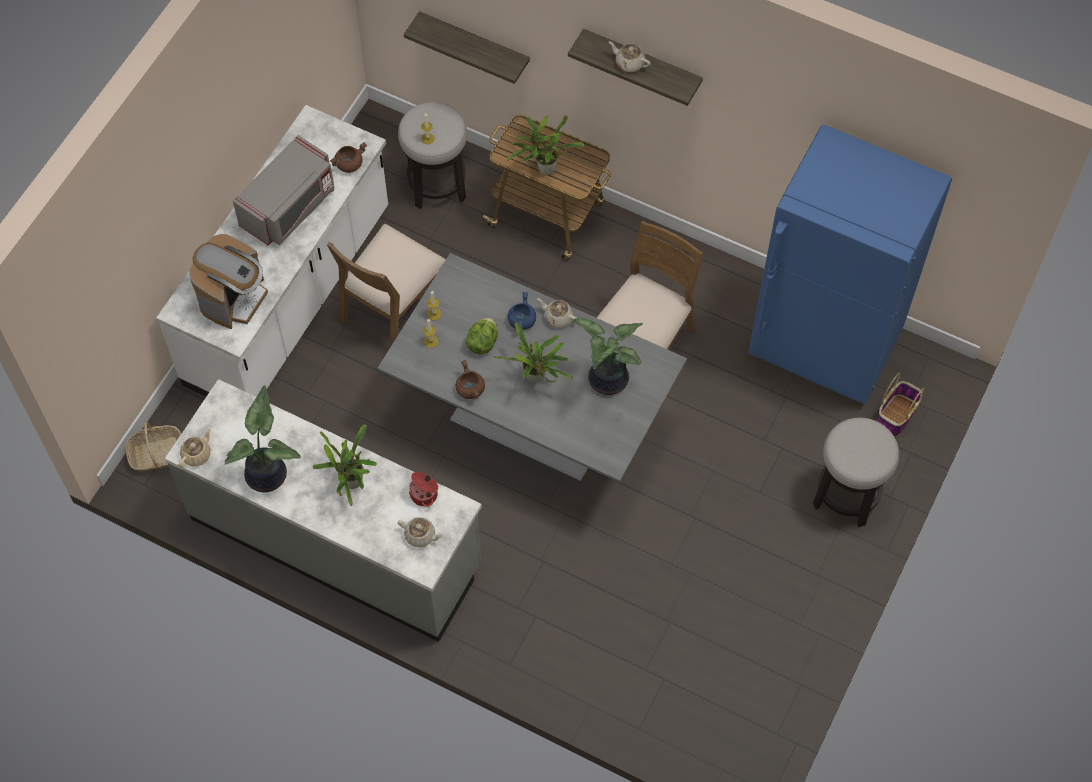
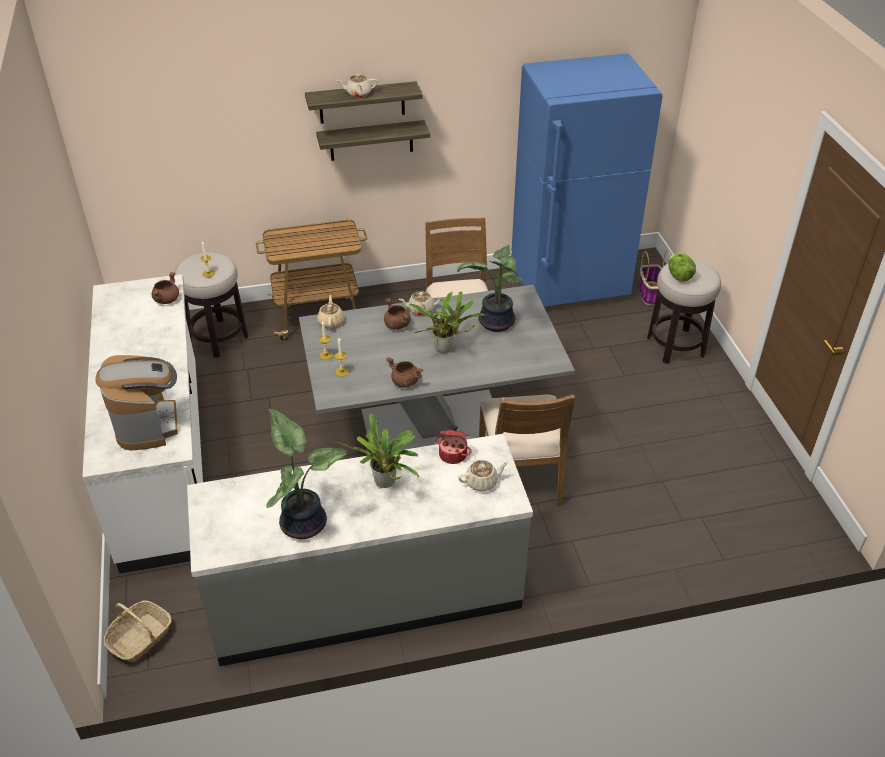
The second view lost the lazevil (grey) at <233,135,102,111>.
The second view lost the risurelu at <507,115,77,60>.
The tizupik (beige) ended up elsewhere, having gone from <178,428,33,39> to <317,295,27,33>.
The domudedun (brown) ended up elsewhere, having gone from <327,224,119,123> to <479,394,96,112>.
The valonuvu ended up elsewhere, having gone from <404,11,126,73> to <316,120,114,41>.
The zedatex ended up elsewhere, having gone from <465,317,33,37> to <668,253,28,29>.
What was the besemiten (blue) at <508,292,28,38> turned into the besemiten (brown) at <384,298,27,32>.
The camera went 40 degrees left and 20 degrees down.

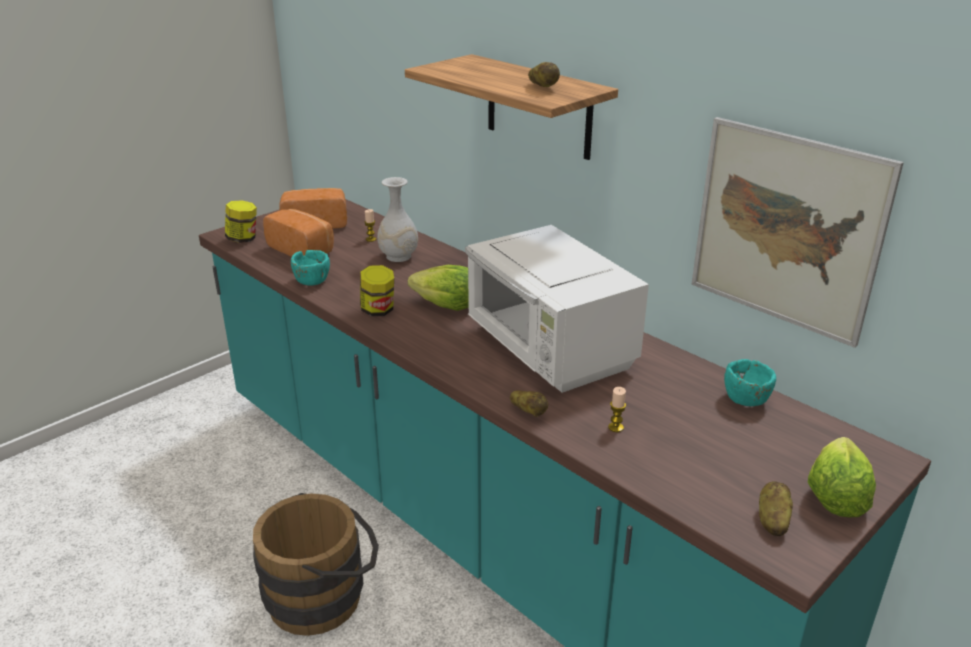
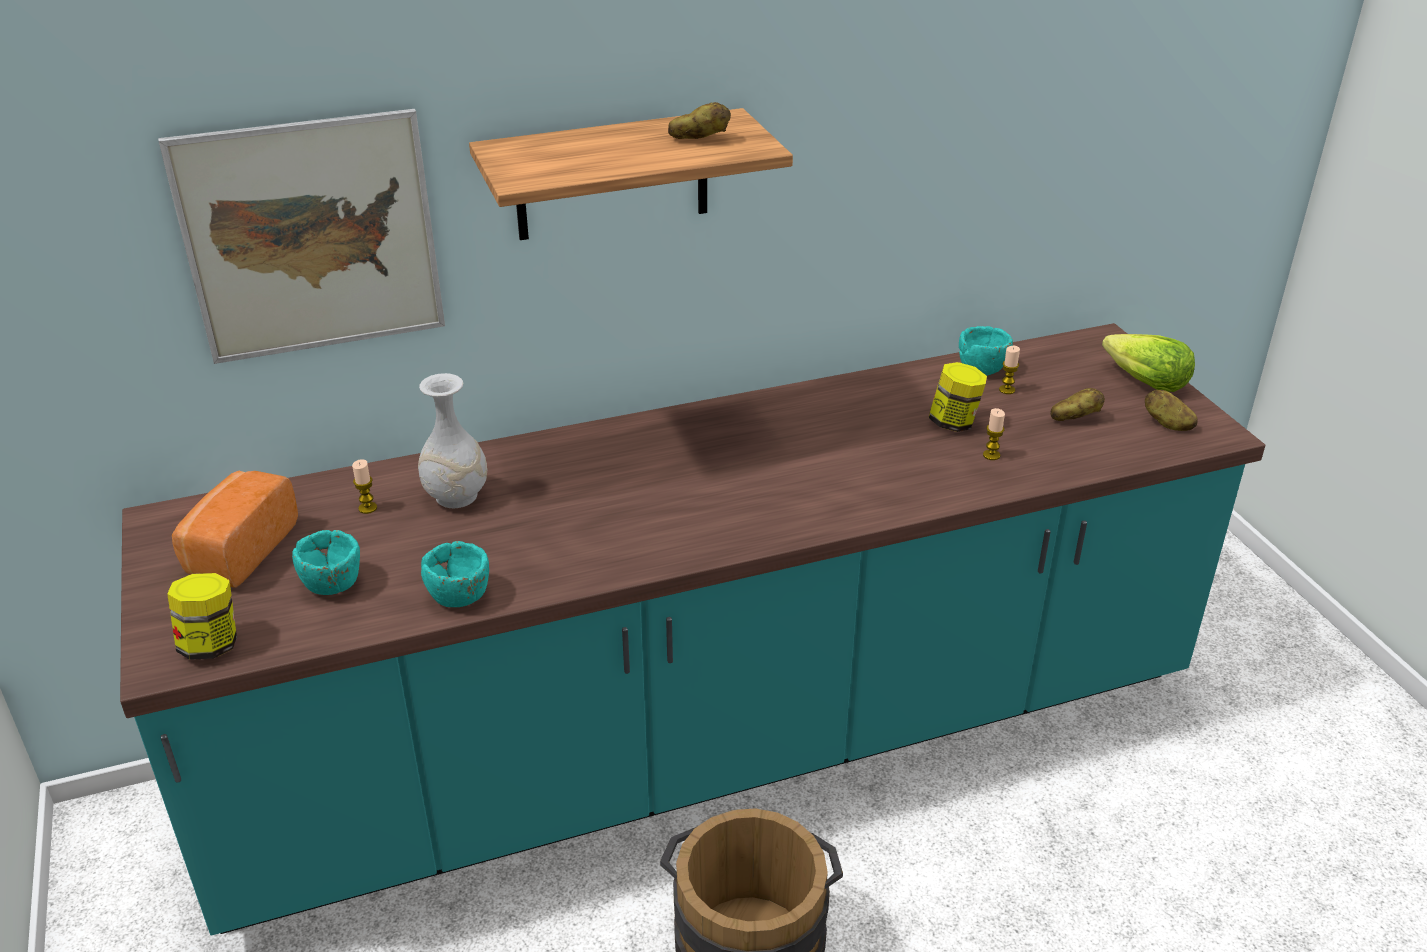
The second view lost the zedatex at <408,265,61,46>.
The second view lost the lazevil (white) at <465,225,184,168>.
The second view gained the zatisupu at <999,346,21,48>.
The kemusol ended up elsewhere, having gone from <360,265,34,51> to <929,362,58,70>.
The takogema ended up elsewhere, having gone from <510,390,38,27> to <1050,388,55,33>.
The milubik ended up elsewhere, having gone from <691,117,213,231> to <158,109,287,255>.
Where the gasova stood at <263,209,71,48>, the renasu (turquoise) came to stand at <292,530,68,65>.
The camera went 65 degrees left and 5 degrees up.

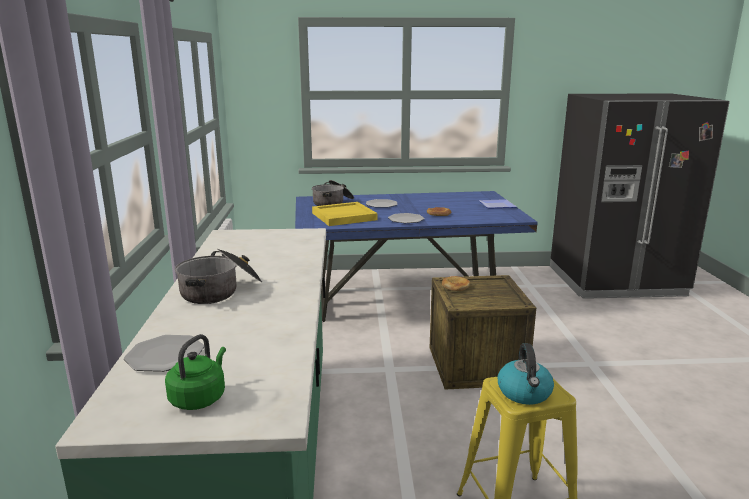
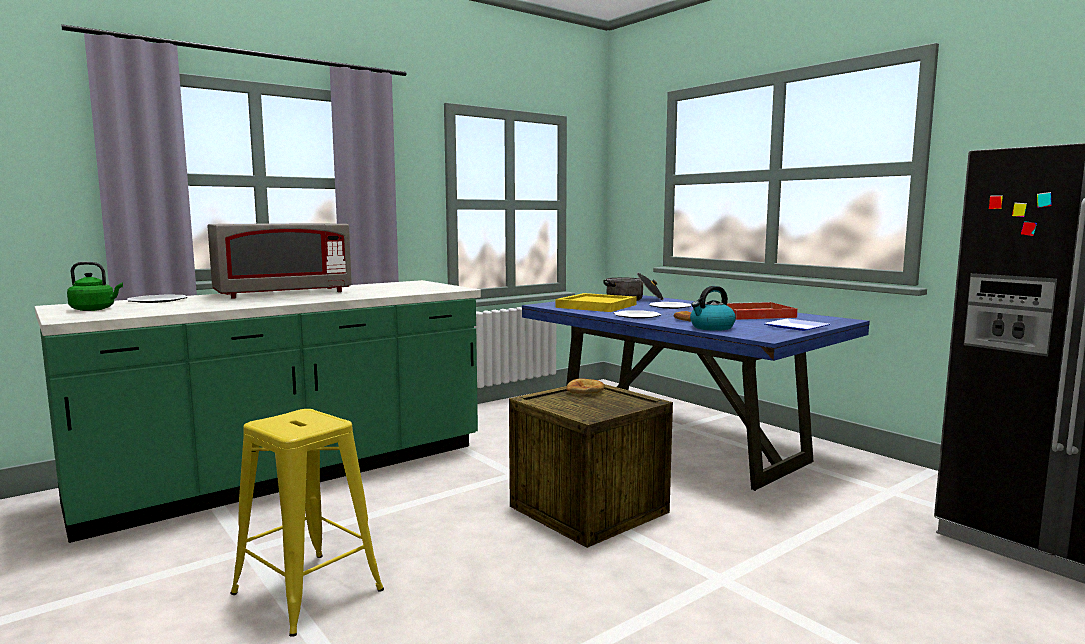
The second view gained the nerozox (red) at <727,302,71,18>.
The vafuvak ended up elsewhere, having gone from <498,343,56,62> to <690,286,46,45>.
Where the besemiten stood at <175,249,87,55>, the lazevil (grey) came to stand at <208,223,144,76>.
The camera went 55 degrees right and 10 degrees down.

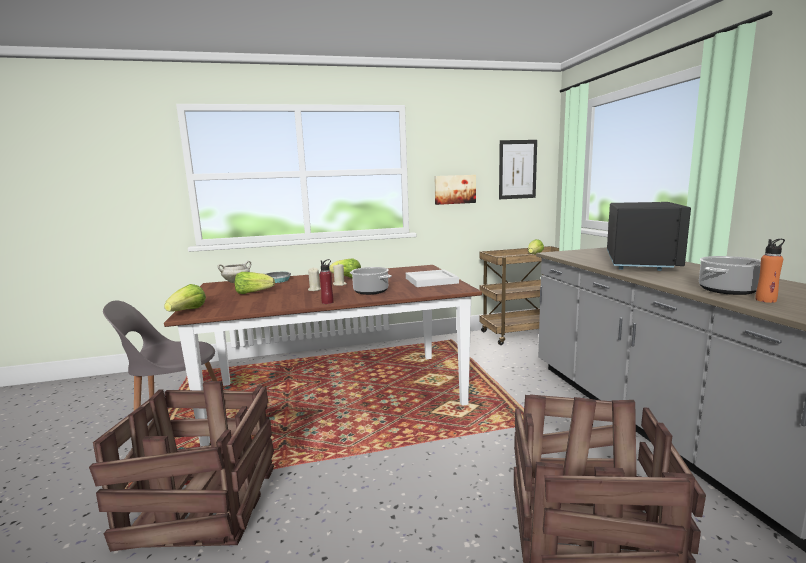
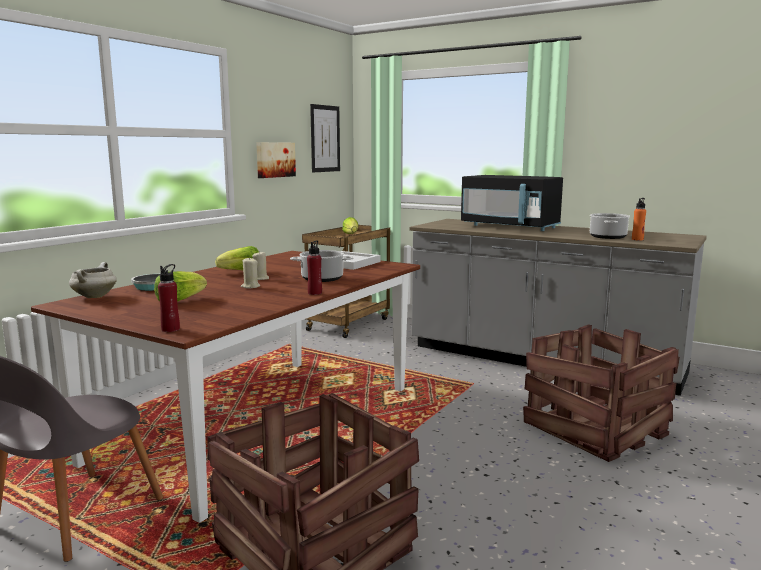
Where the zedatex stood at <164,284,42,28>, the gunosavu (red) came to stand at <158,264,22,68>.
The lazevil (black) at <607,202,84,69> ended up facing another way, 150 degrees clockwise from before.
The camera went 45 degrees left and 0 degrees up.

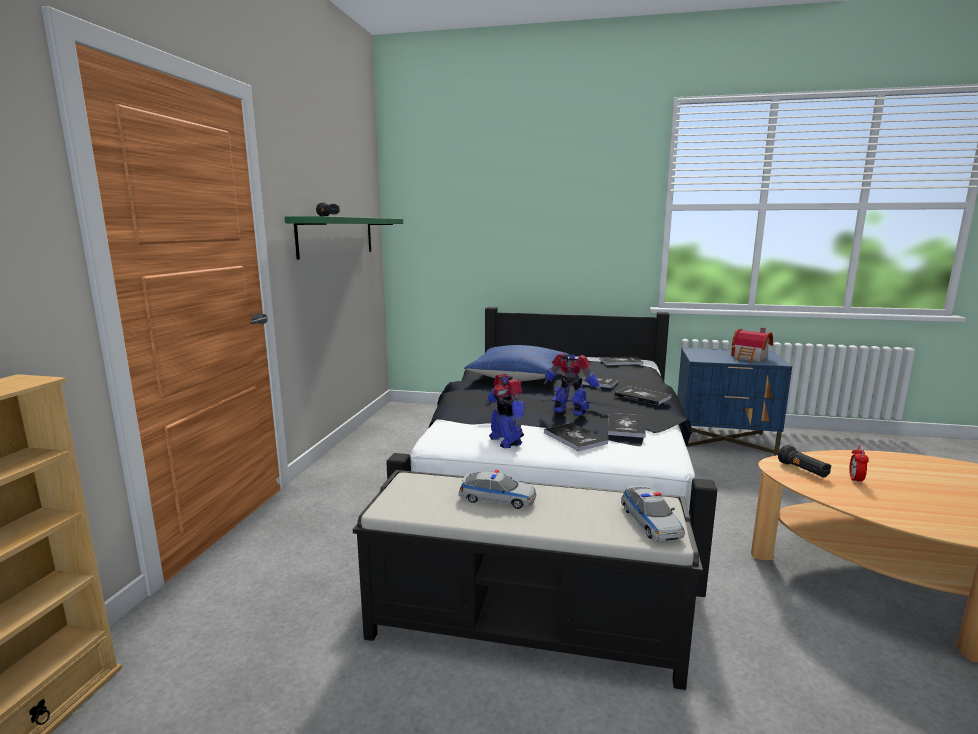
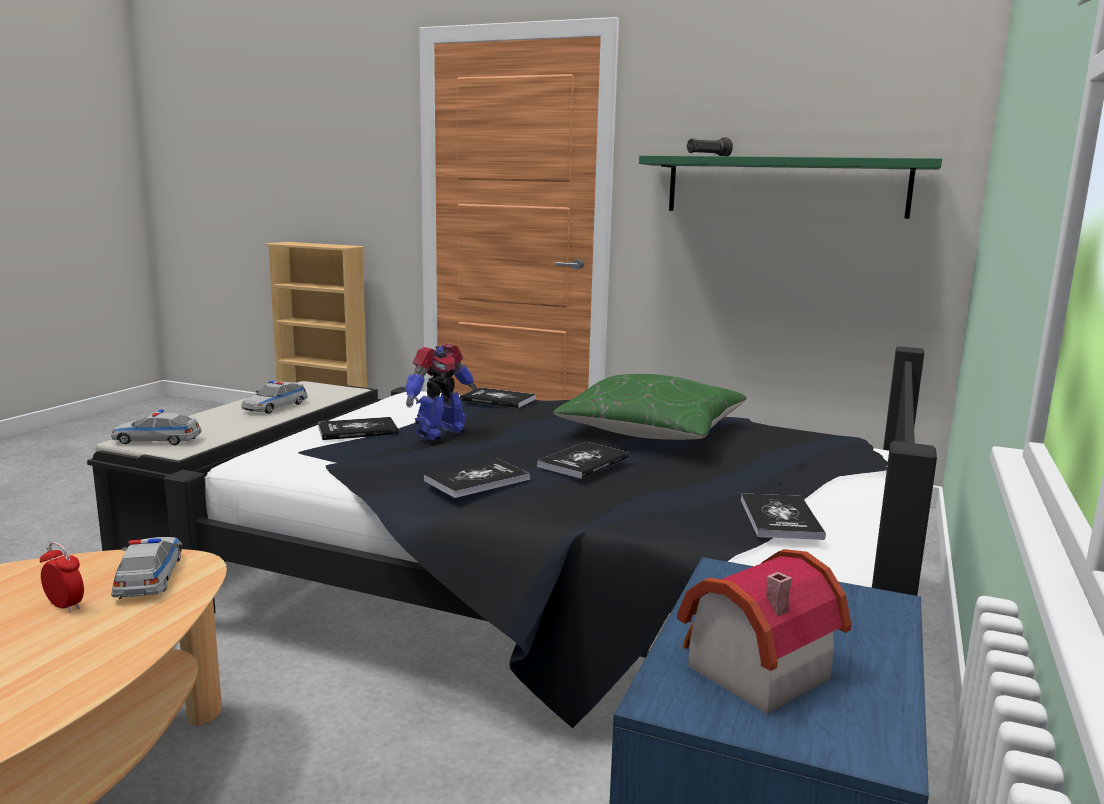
The second view lost the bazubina at <486,374,38,74>.
The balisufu ended up elsewhere, having gone from <608,413,38,25> to <460,387,76,21>.
Where the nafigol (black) stood at <778,445,53,33>, the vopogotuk came to stand at <111,537,71,62>.
What was the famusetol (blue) at <464,345,106,36> turned into the famusetol (green) at <553,374,194,66>.
The camera went 100 degrees right and 0 degrees up.

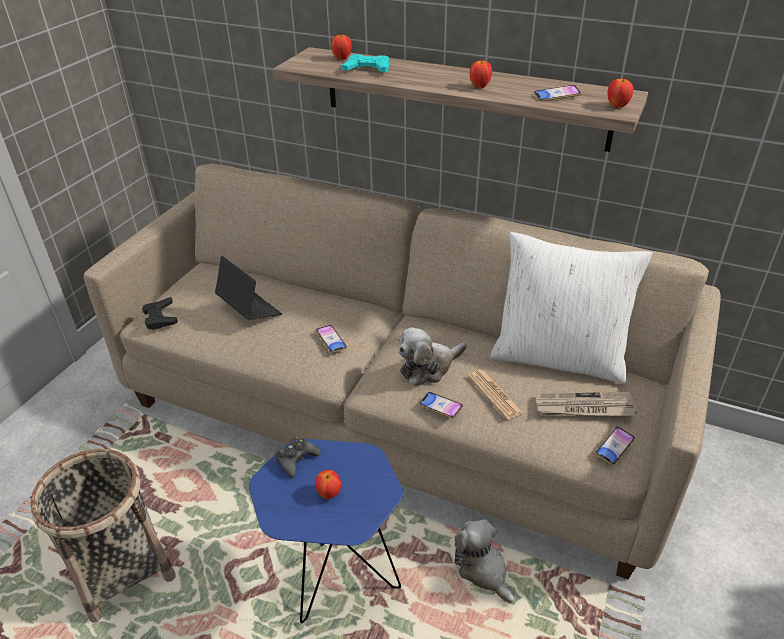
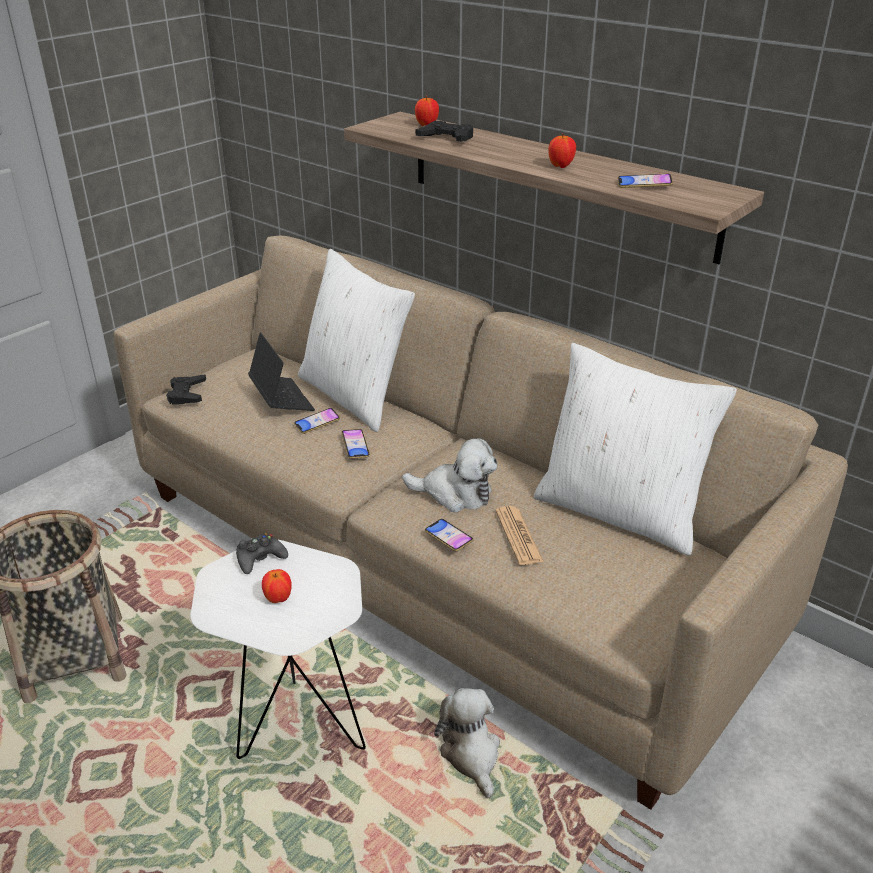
The second view lost the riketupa at <536,392,102,24>.
The second view lost the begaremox at <608,77,26,31>.
The second view gained the famusetol (white) at <298,249,117,183>.
The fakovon ended up elsewhere, having gone from <595,427,40,38> to <294,408,46,26>.
What was the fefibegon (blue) at <249,439,154,185> turned into the fefibegon (white) at <190,539,176,220>.
What was the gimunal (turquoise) at <342,54,47,18> turned into the gimunal (black) at <415,121,58,21>.
The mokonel at <398,327,69,59> ended up facing another way, 150 degrees counterclockwise from before.
The camera went 15 degrees right and 5 degrees down.

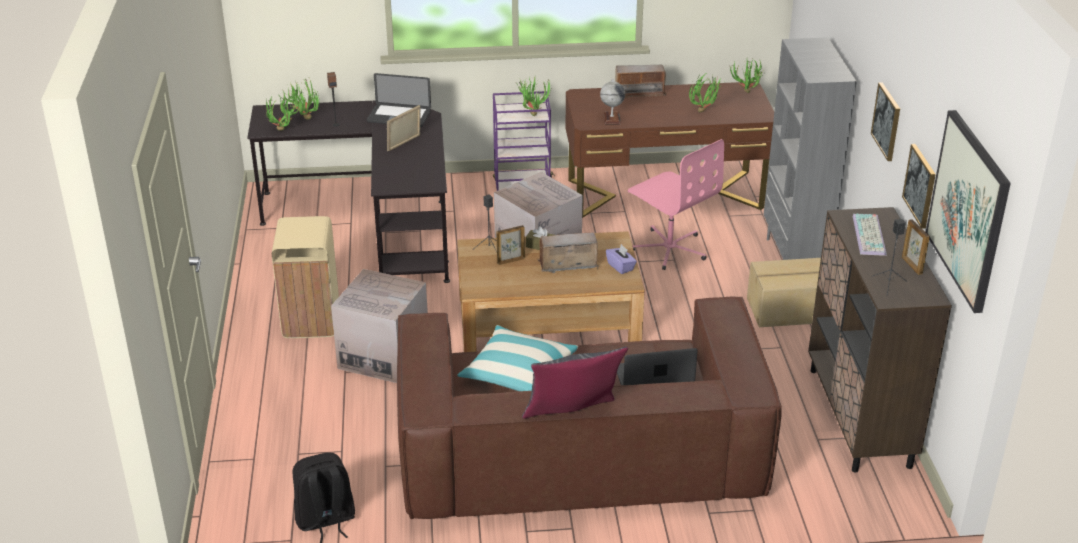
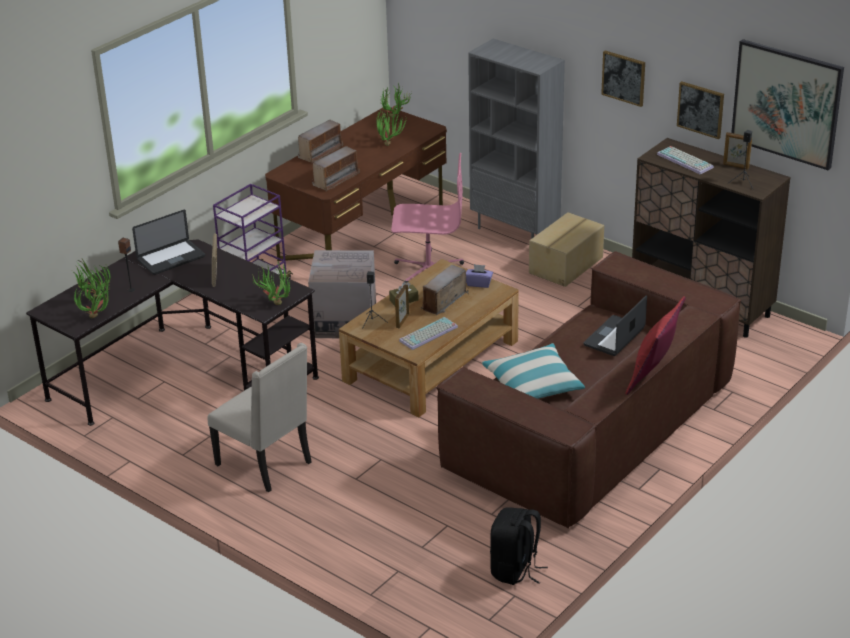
The second view lost the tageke at <331,269,97,114>.
The second view gained the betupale at <399,317,59,33>.
The risurelu ended up elsewhere, having gone from <517,76,35,40> to <252,261,38,44>.
Where the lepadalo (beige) stood at <272,216,67,122>, the domudedun (beige) came to stand at <207,343,105,149>.
Where the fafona stood at <600,79,25,45>, the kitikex came to stand at <312,146,48,45>.
What was the famusetol (grey) at <522,346,106,73> turned into the famusetol (red) at <625,296,61,99>.
The camera went 45 degrees left and 0 degrees up.

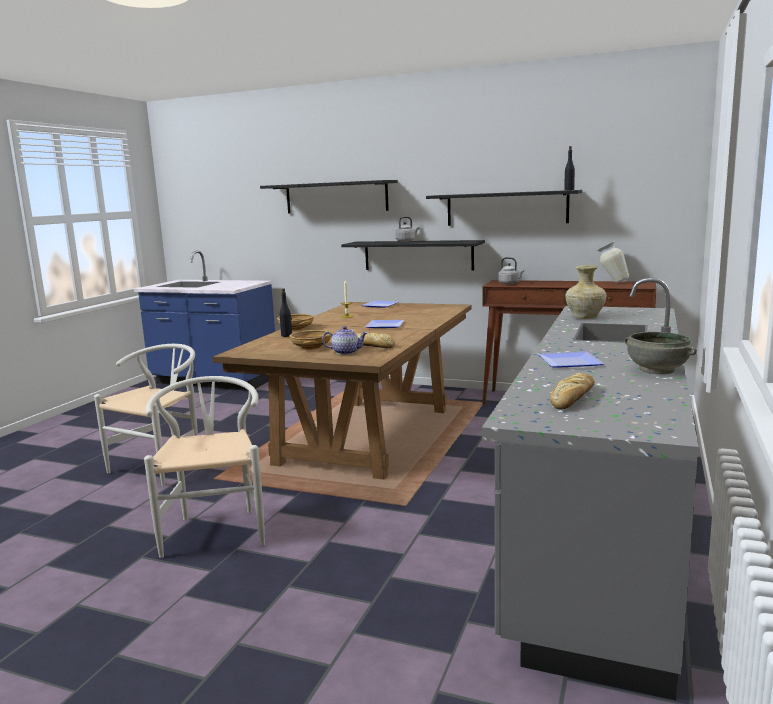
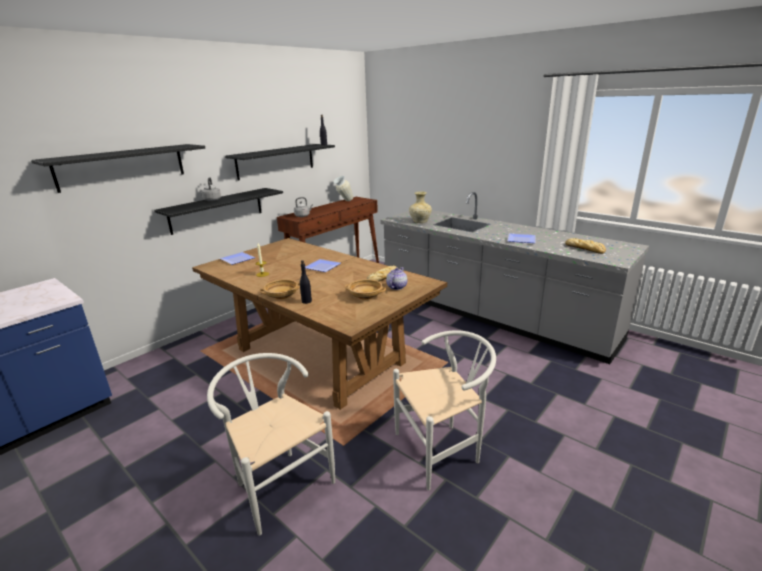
The second view lost the renasu (grey) at <624,332,73,42>.
The domudedun (white) at <144,376,121,182> ended up facing another way, 150 degrees clockwise from before.
The camera went 70 degrees left and 10 degrees up.

